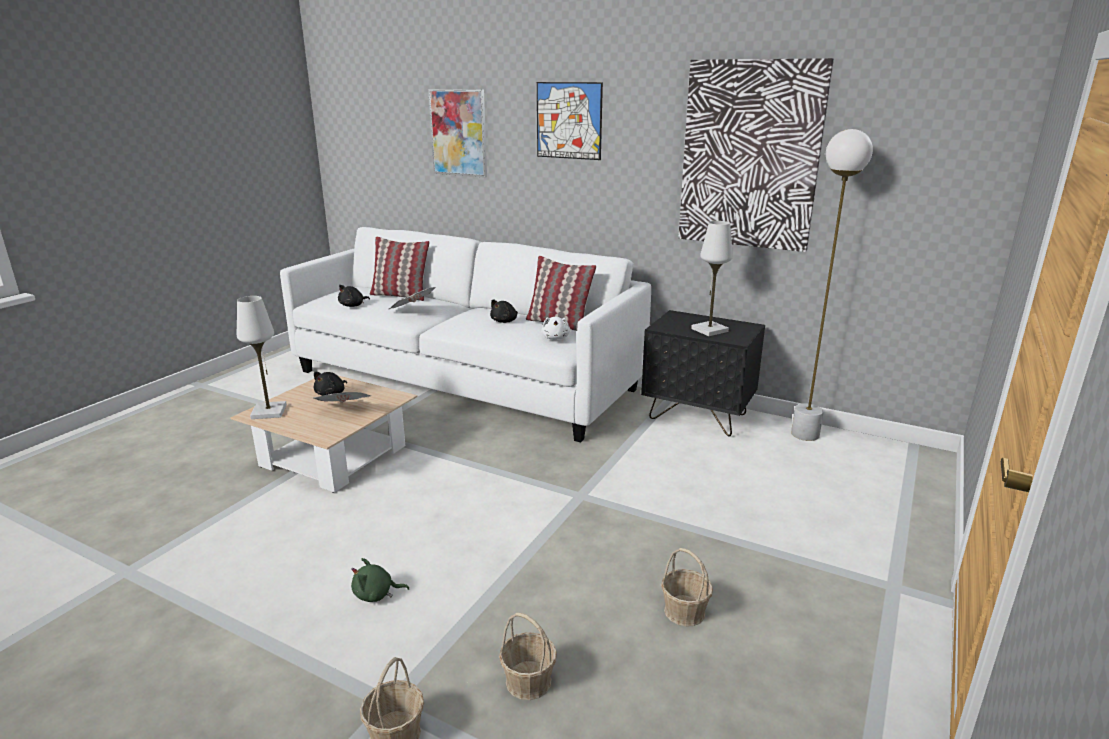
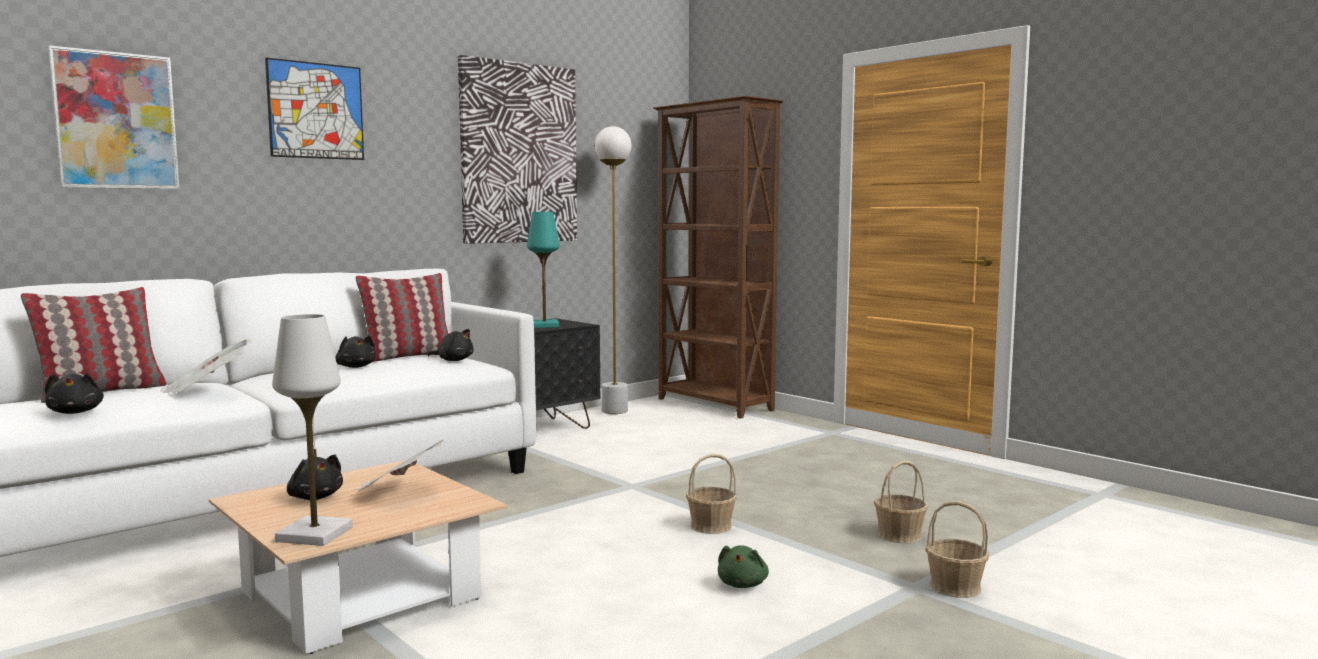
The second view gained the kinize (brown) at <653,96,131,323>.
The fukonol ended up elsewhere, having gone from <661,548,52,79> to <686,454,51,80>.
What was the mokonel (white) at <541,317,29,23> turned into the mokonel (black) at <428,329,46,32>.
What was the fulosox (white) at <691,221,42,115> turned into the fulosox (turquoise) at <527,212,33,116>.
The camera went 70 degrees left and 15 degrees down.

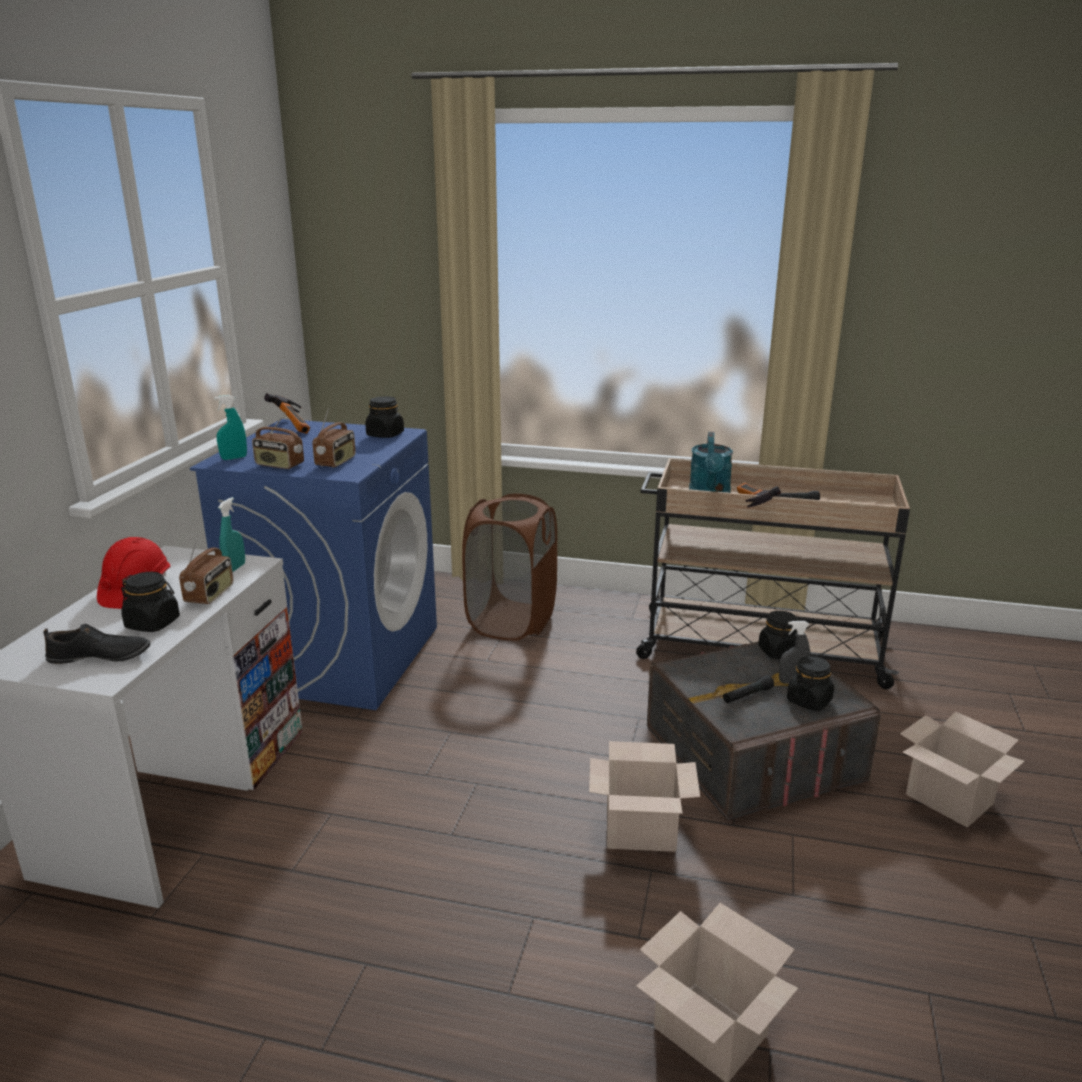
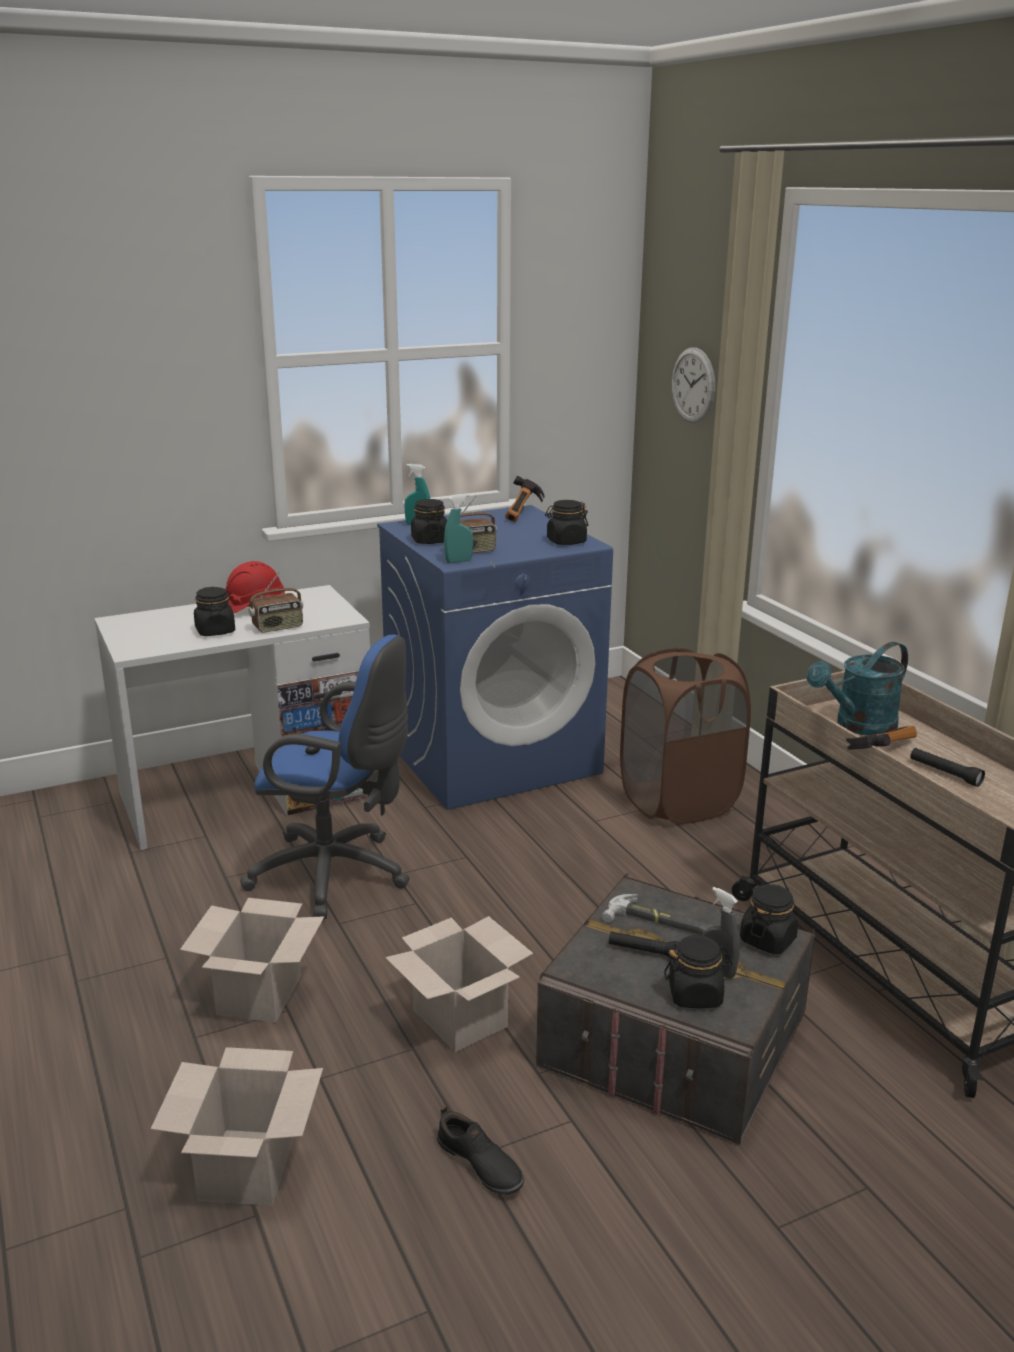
The second view gained the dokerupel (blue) at <240,635,170,284>.
The second view gained the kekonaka at <602,894,111,42>.
The second view gained the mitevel at <672,348,43,75>.
The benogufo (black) ended up elsewhere, having gone from <43,624,107,40> to <437,1106,87,88>.
The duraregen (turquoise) ended up elsewhere, having gone from <218,497,27,75> to <444,494,29,69>.
The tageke ended up elsewhere, having gone from <900,712,125,115> to <180,898,144,125>.
Where the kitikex stood at <252,412,52,57>, the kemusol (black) came to stand at <411,499,36,45>.
The camera went 50 degrees right and 0 degrees up.

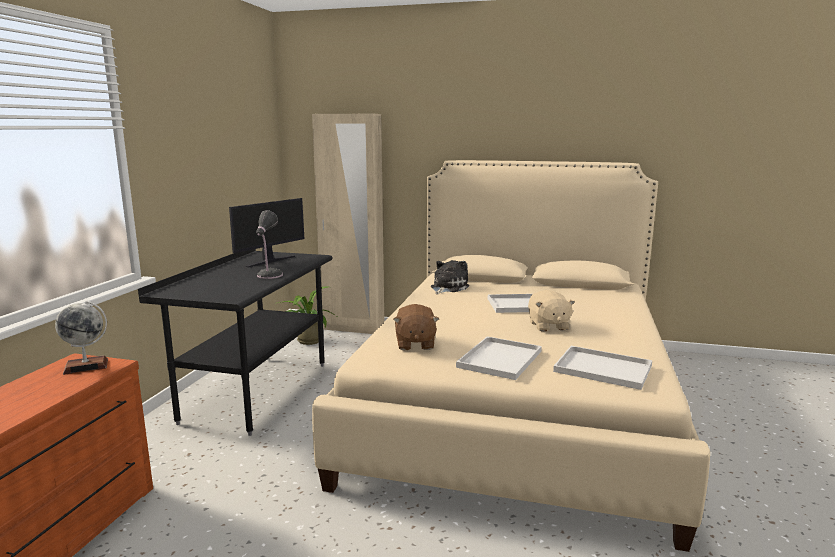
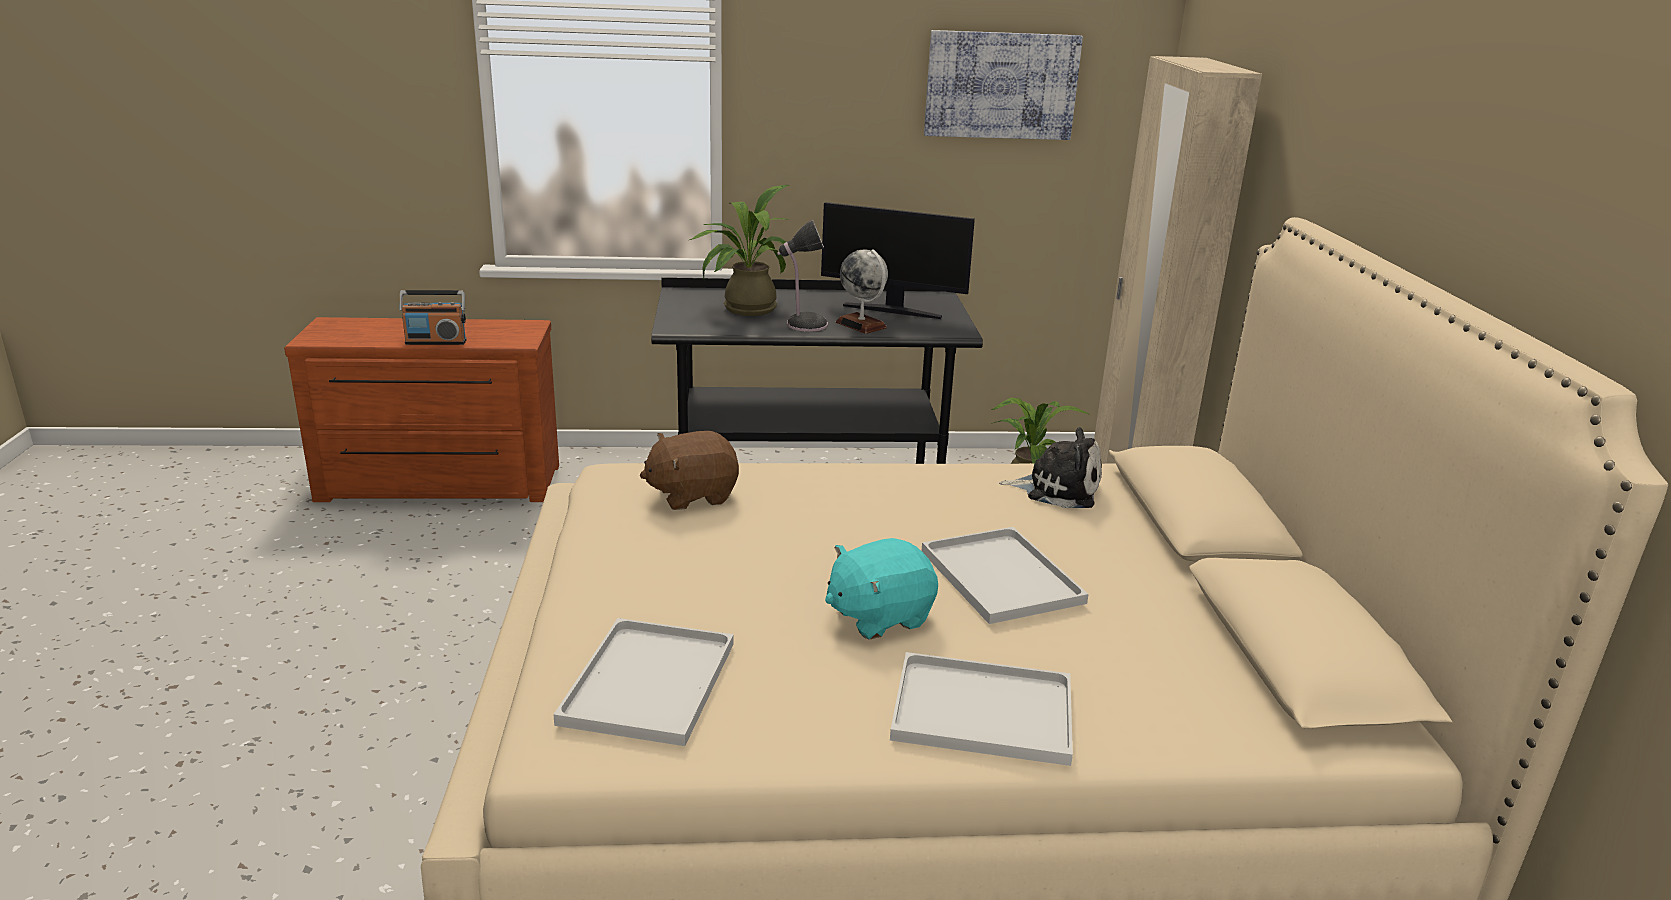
The second view gained the kitikex at <399,290,67,55>.
The second view gained the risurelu at <690,185,99,131>.
The second view gained the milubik at <924,30,159,110>.
The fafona ended up elsewhere, having gone from <55,301,53,74> to <836,249,52,85>.
The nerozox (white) ended up elsewhere, having gone from <456,336,86,44> to <890,652,183,114>.
What was the mokonel (beige) at <528,290,47,42> turned into the mokonel (turquoise) at <825,538,113,102>.
The camera went 70 degrees right and 10 degrees up.

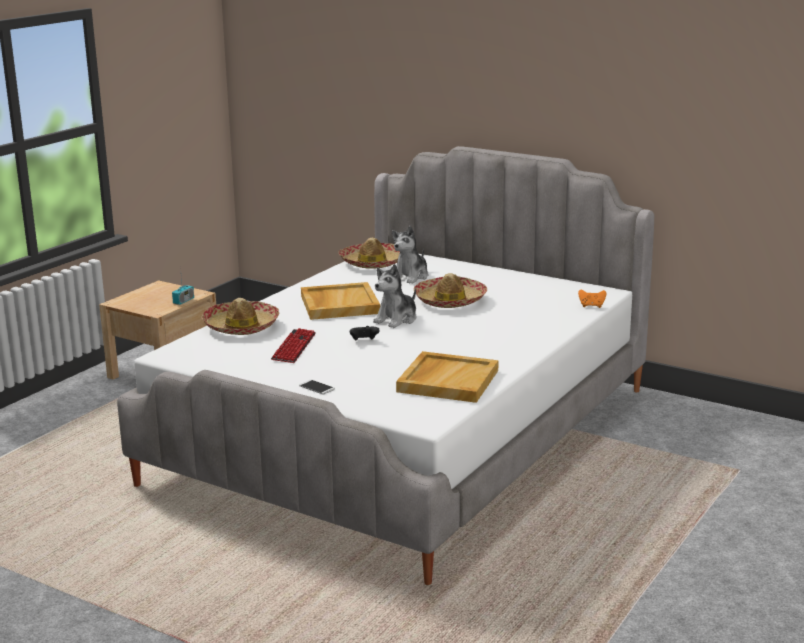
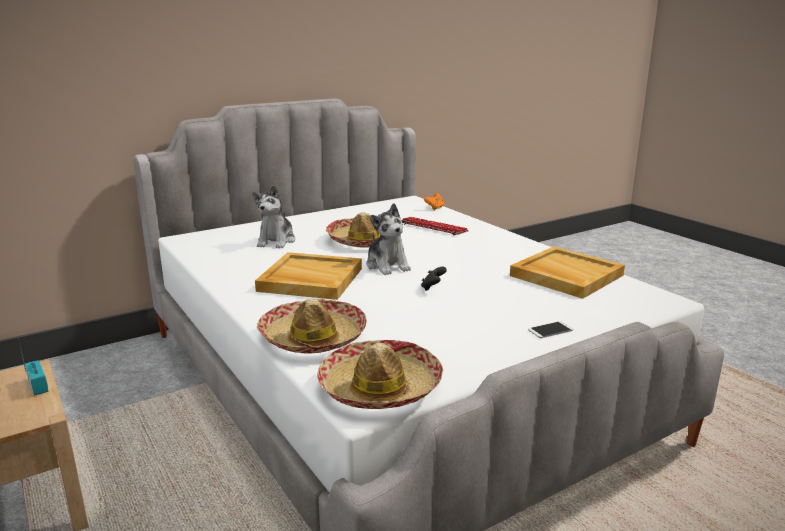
The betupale ended up elsewhere, having gone from <271,328,45,35> to <401,217,68,18>.
The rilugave ended up elsewhere, having gone from <338,238,62,31> to <317,340,127,69>.
The mokonel at <392,226,36,58> ended up facing another way, 45 degrees clockwise from before.
The camera went 65 degrees left and 0 degrees up.

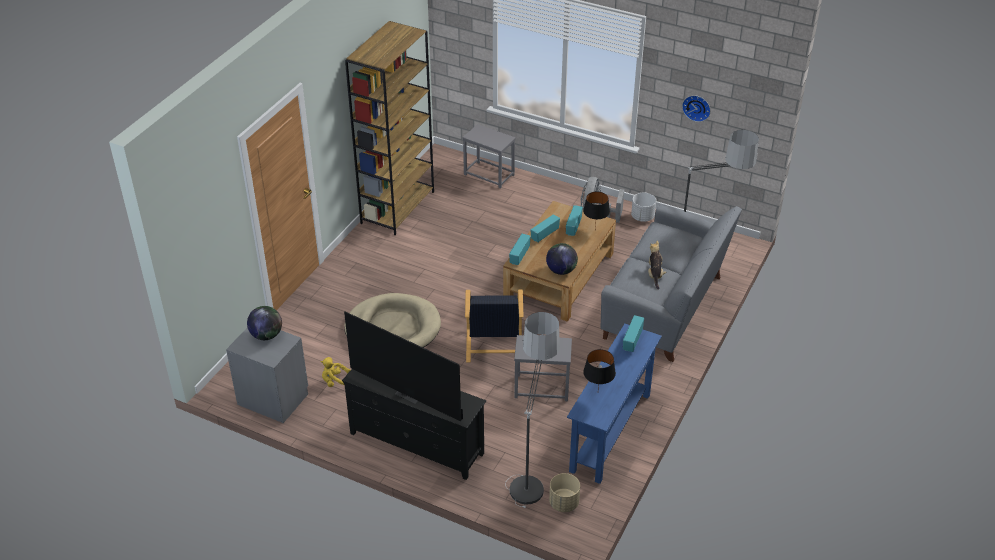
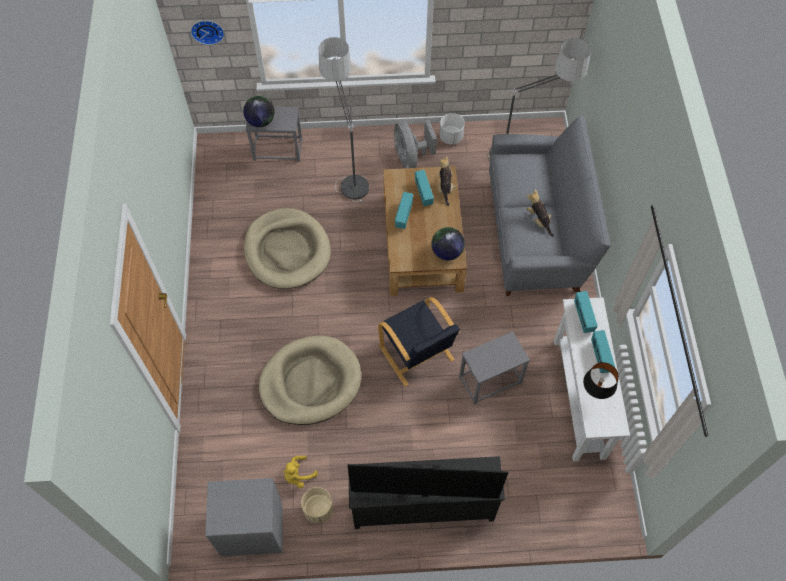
The second view lost the kinize (brown) at <345,21,89,214>.
The second view gained the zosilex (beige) at <244,208,87,81>.
The fafona ended up elsewhere, having gone from <247,306,35,34> to <243,96,31,31>.
The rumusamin ended up elsewhere, having gone from <505,312,55,196> to <319,37,50,165>.
The kitikex ended up elsewhere, having gone from <509,234,22,31> to <591,330,24,43>.
The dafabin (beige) ended up elsewhere, having gone from <549,473,31,39> to <301,487,32,37>.
The mitevel ended up elsewhere, having gone from <682,95,29,27> to <191,20,33,25>.
Where the fulosox (black) stood at <583,191,27,38>, the mokonel came to stand at <438,156,18,50>.
What was the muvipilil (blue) at <567,324,95,160> turned into the muvipilil (white) at <554,297,76,164>.
The camera went 30 degrees left and 20 degrees up.

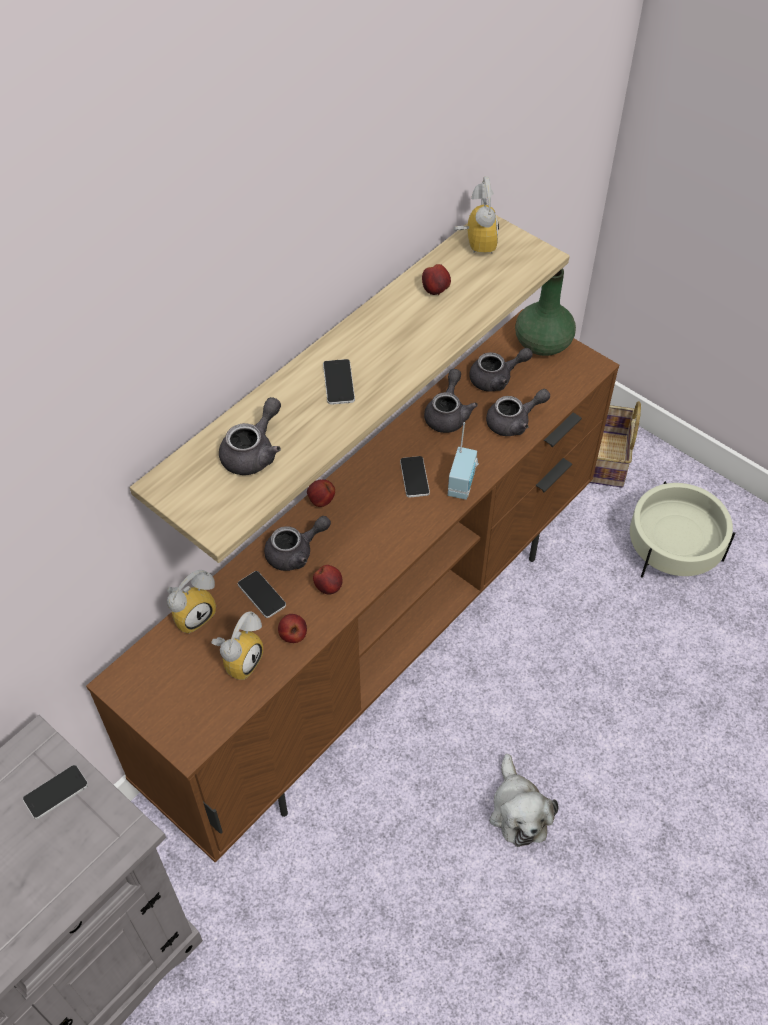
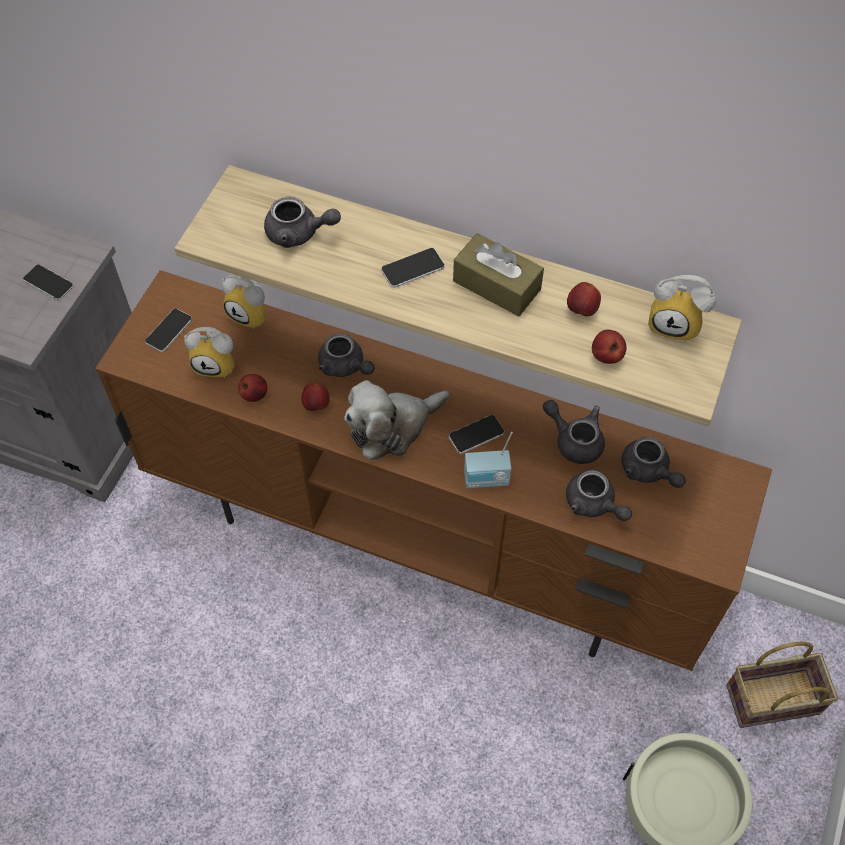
The second view lost the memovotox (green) at <515,268,61,88>.
The second view gained the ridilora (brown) at <453,233,91,83>.
The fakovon ended up elsewhere, having gone from <238,571,48,47> to <145,308,47,44>.
The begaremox ended up elsewhere, having gone from <307,479,28,28> to <592,330,34,34>.
The mokonel ended up elsewhere, having gone from <489,754,69,93> to <344,380,106,80>.
The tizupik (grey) at <424,369,54,64> ended up facing another way, 135 degrees counterclockwise from before.
The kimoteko at <454,176,45,78> ended up facing another way, 45 degrees clockwise from before.
The camera went 70 degrees right and 5 degrees up.

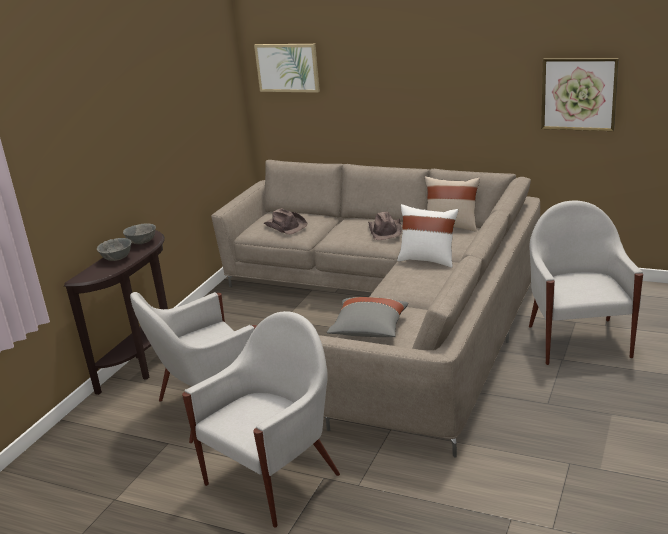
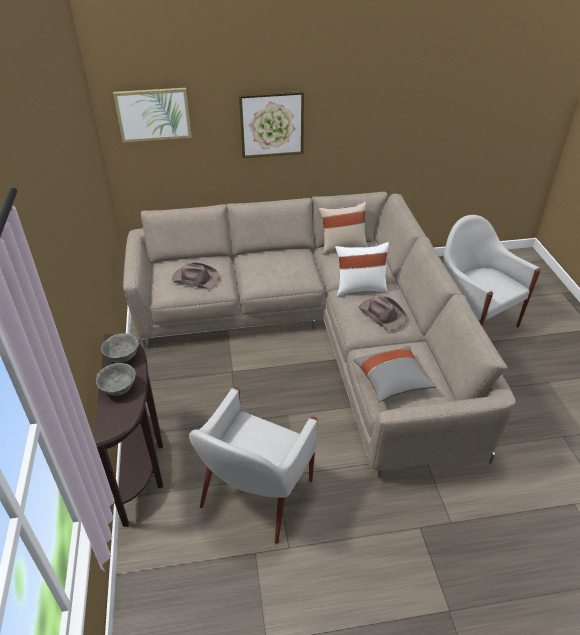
The second view lost the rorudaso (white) at <182,311,158,217>.
The rilugave (brown) ended up elsewhere, having gone from <368,212,34,28> to <359,295,48,36>.
The milubik ended up elsewhere, having gone from <541,58,78,73> to <239,91,65,67>.
The camera went 35 degrees left and 15 degrees up.

